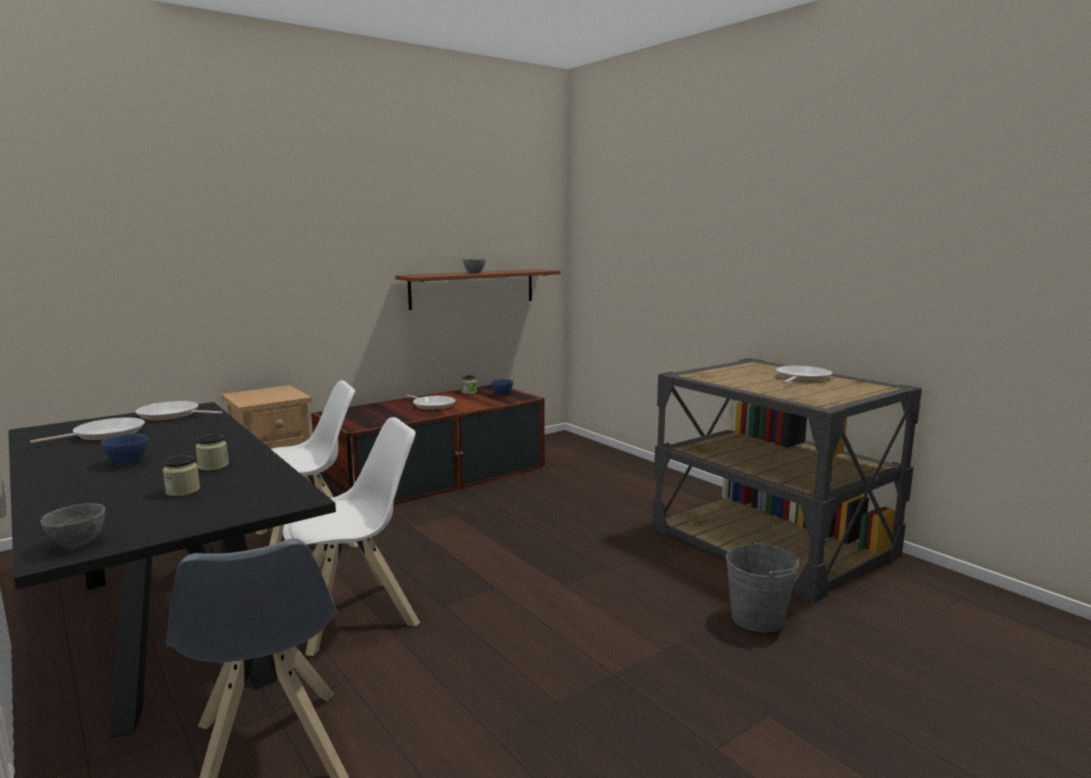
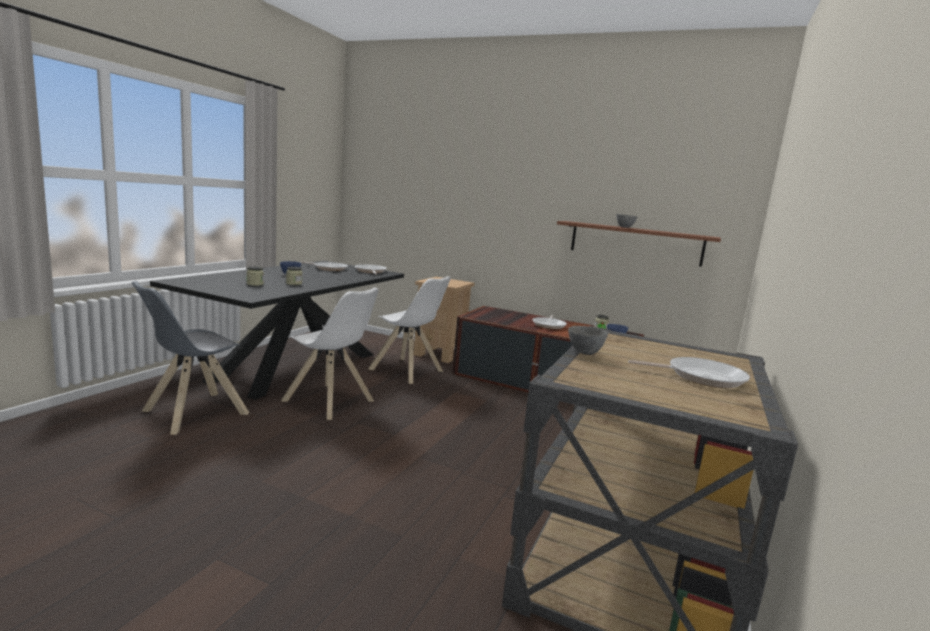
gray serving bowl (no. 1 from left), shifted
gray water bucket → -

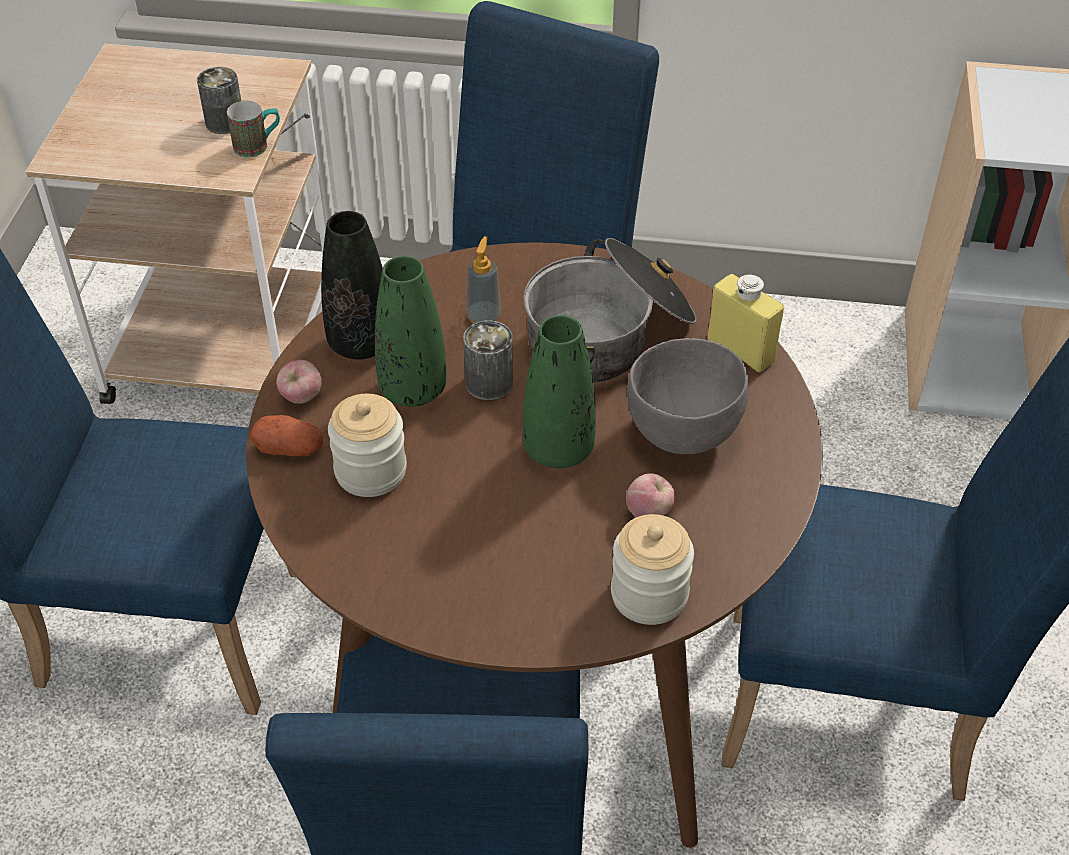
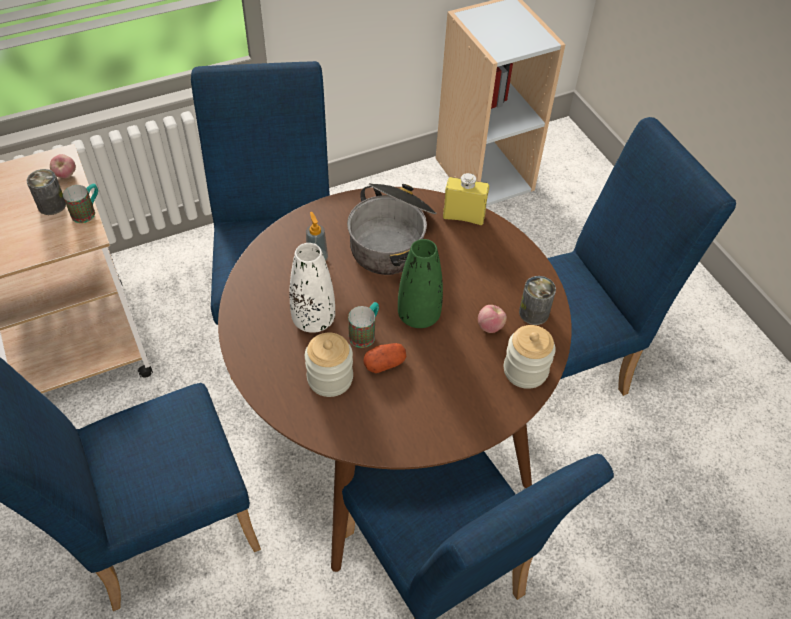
apple fruit (no. 1 from left), shifted
green-coloured decorative vase (no. 1 from left) → white-coloured decorative vase
- → tea mug (no. 2 from left)
spud, shifted
can (no. 2 from left), shifted
blackish decorative vase → -
gray serving bowl → -

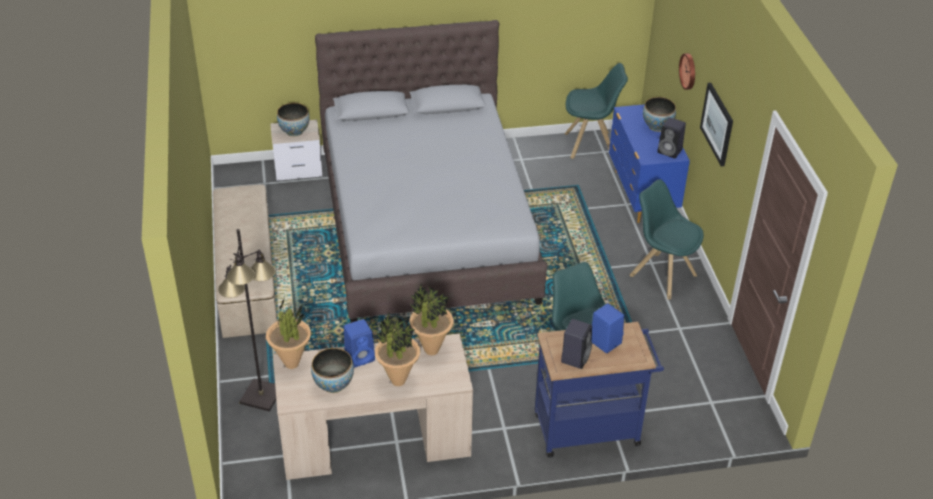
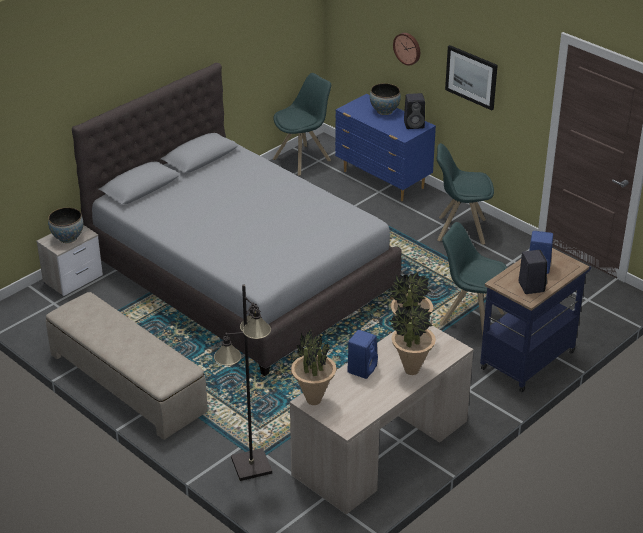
serving bowl (no. 2 from left) → -

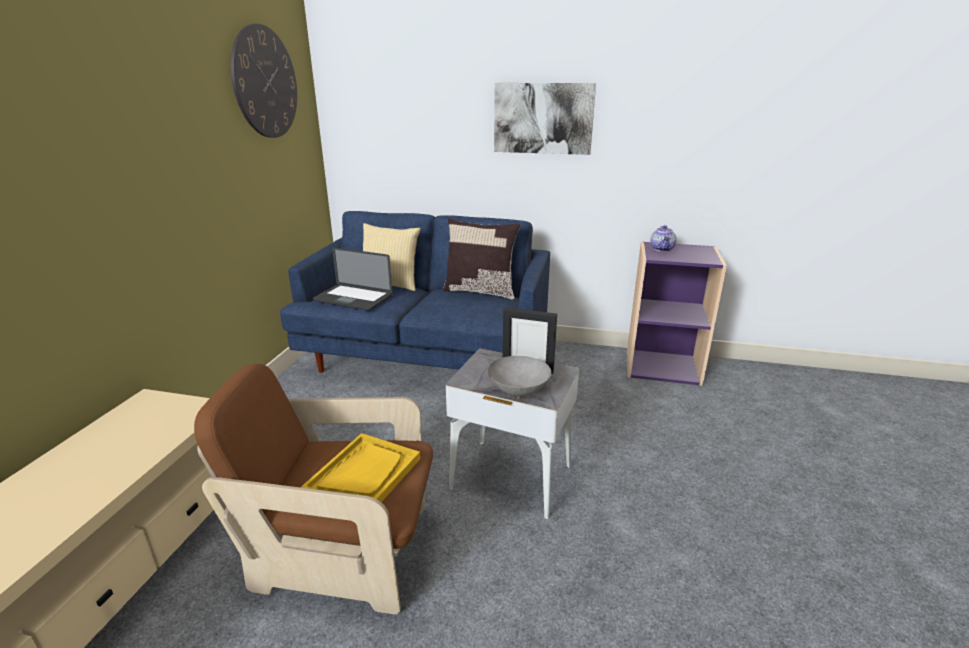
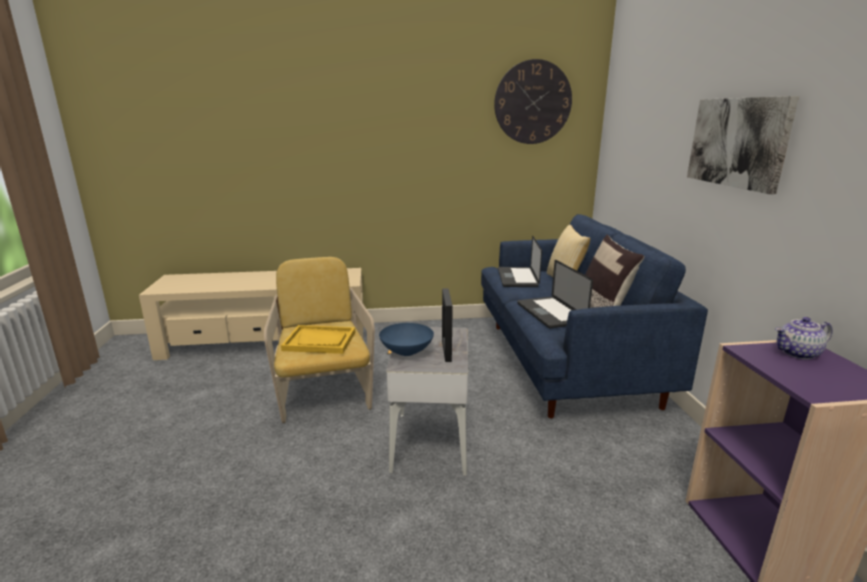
brown-coloured lounge chair → yellow lounge chair
gray serving bowl → blue-coloured serving bowl
- → laptop (no. 2 from left)

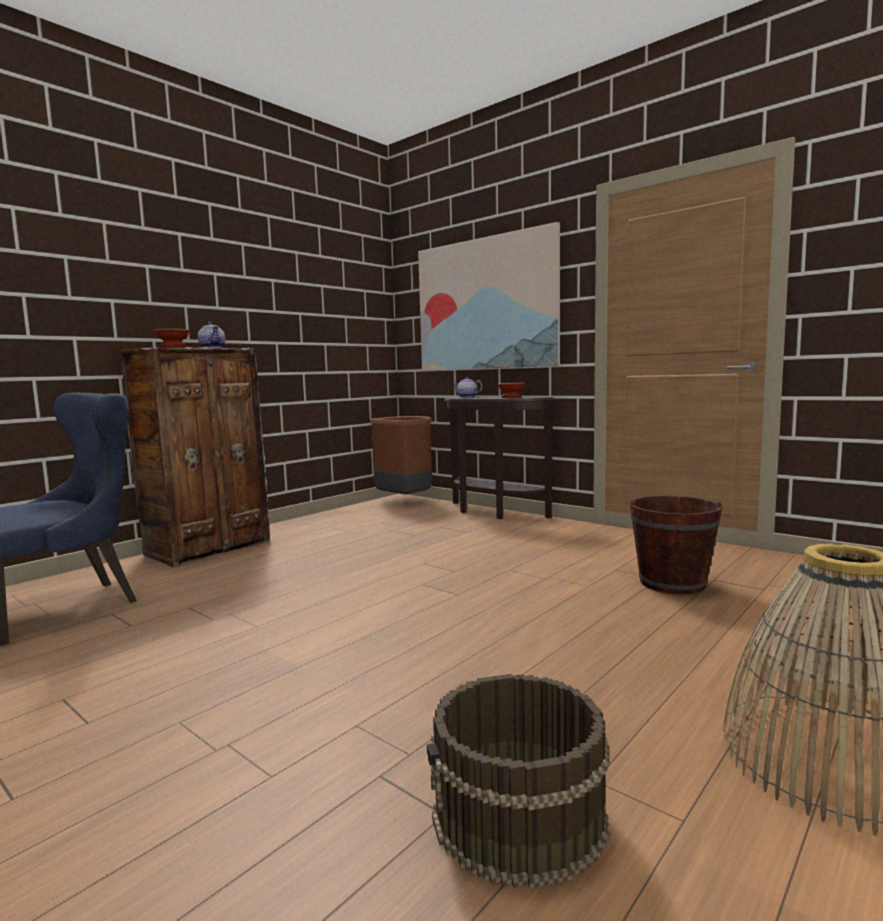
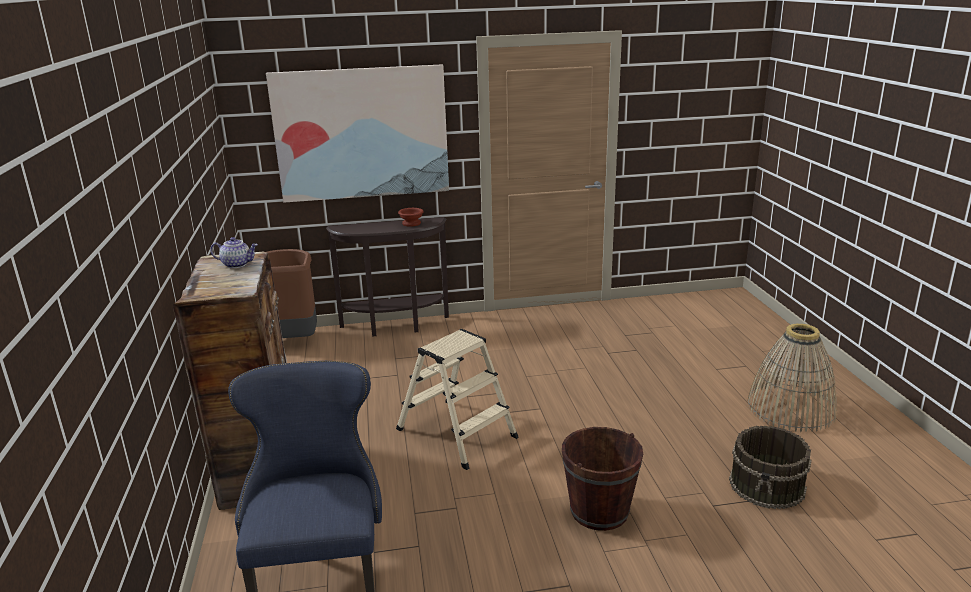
- → beige-coloured step ladder
brown-coloured water bucket (no. 2 from left in the first image) → brown-coloured water bucket (no. 1 from left), shifted
brown-coloured serving bowl (no. 1 from left) → -
teapot (no. 2 from left) → -

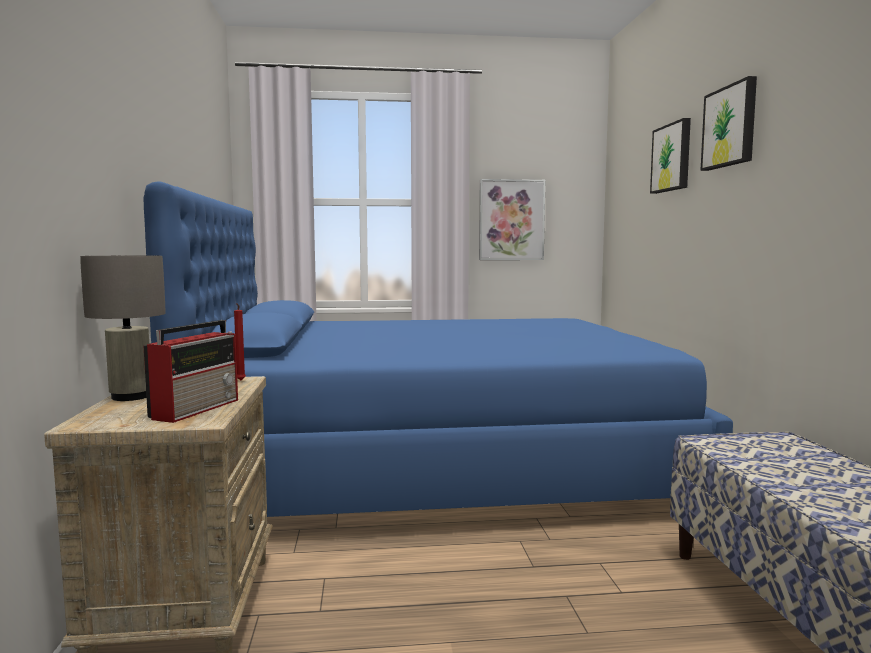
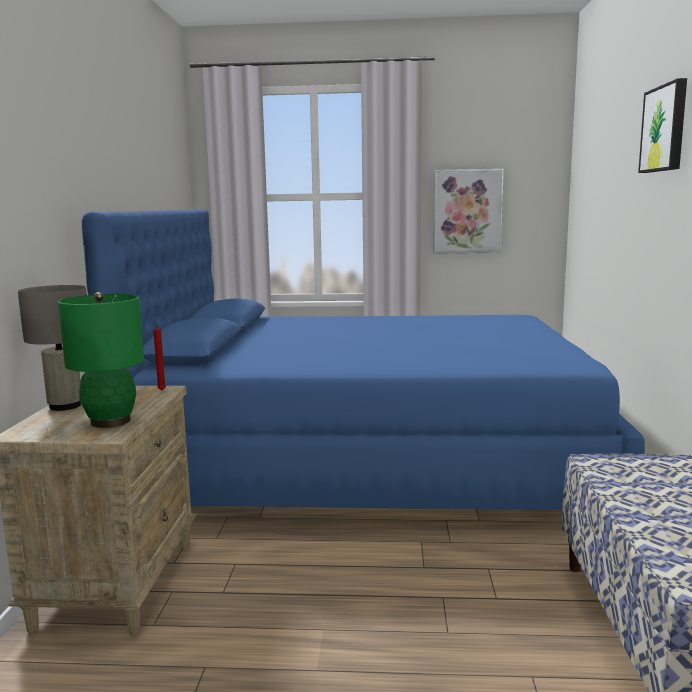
radio set → green-coloured lamp for a table
wall art (no. 2 from left) → -

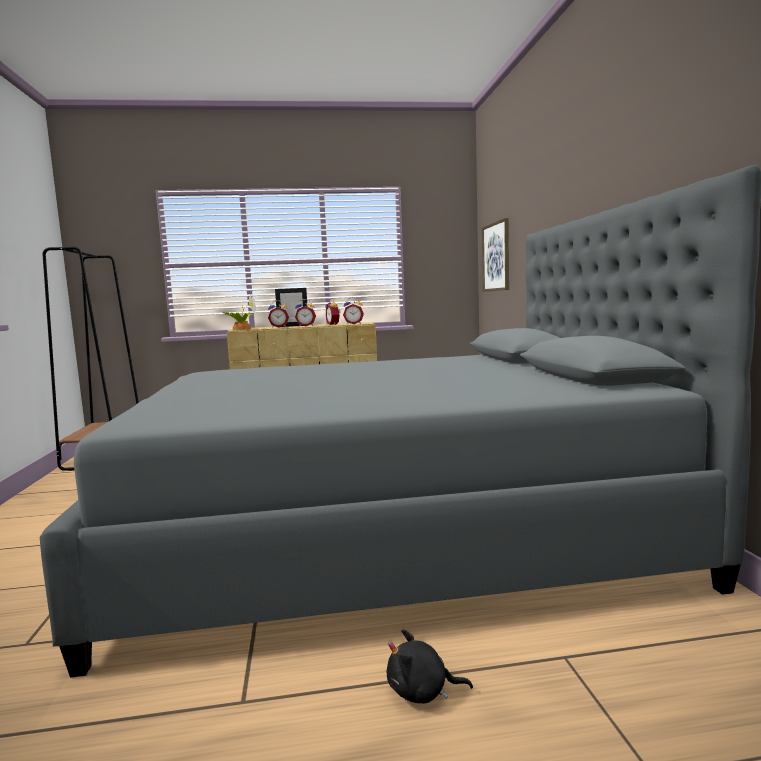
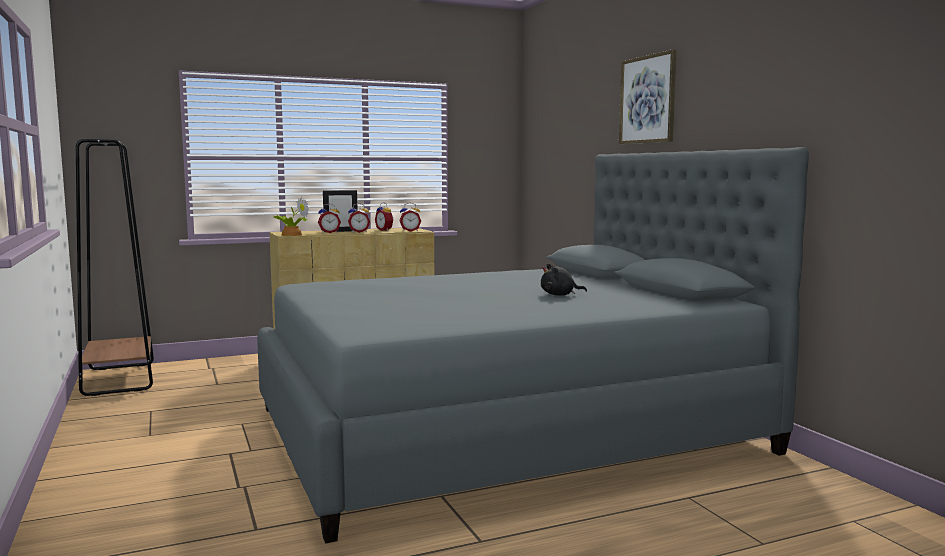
blackish soft toy, shifted
wall art, shifted

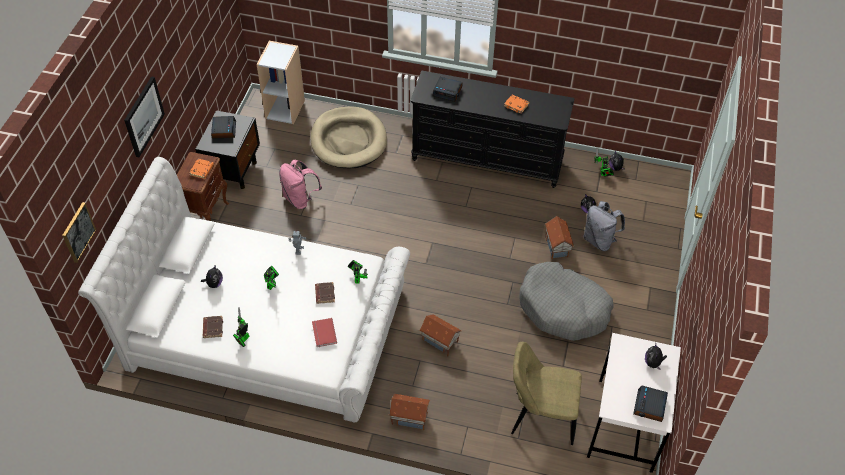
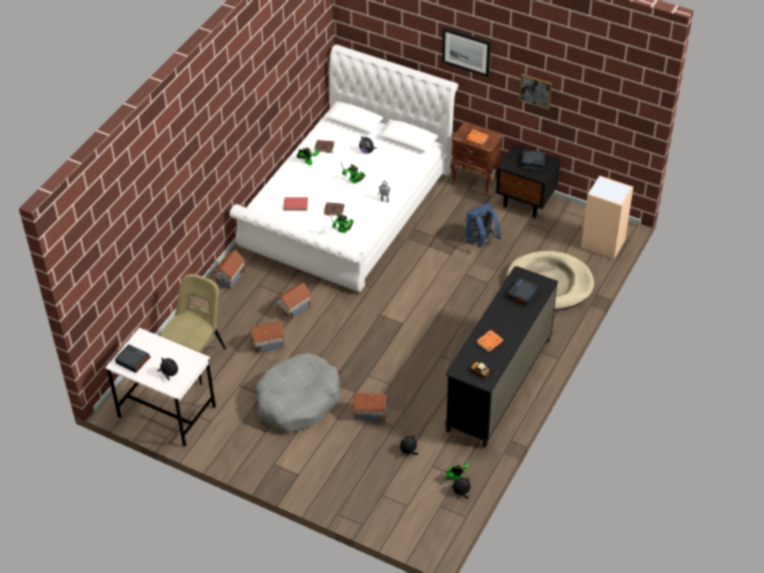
- → miniature house (no. 2 from left)
- → model car
pink rucksack → blue-coloured rucksack
wall art (no. 1 from left in the first image) → wall art (no. 2 from left), shifted
gray rucksack → -

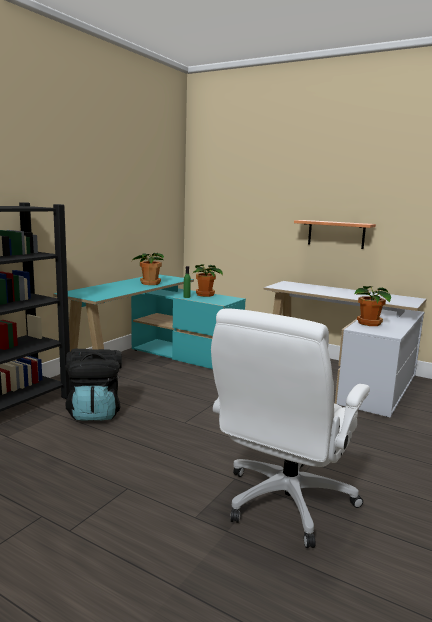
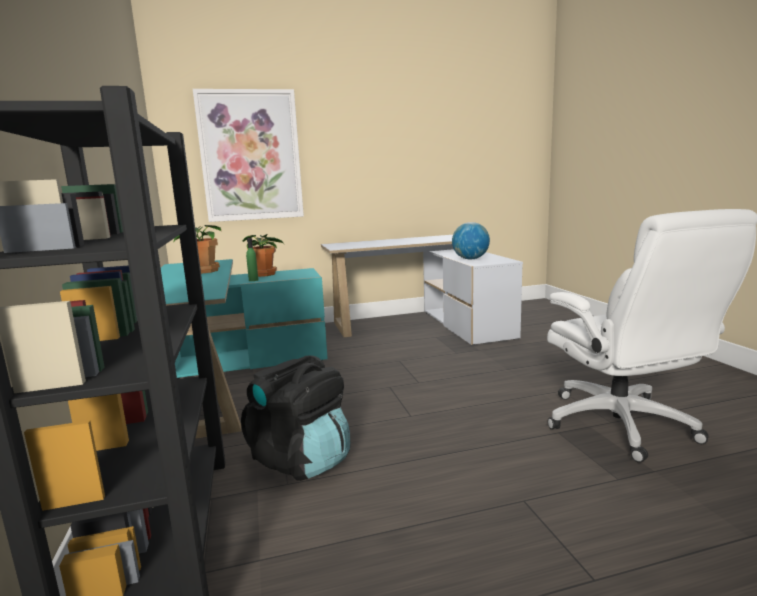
- → wall art
plant in a pot (no. 3 from left) → desk globe
shelf → -

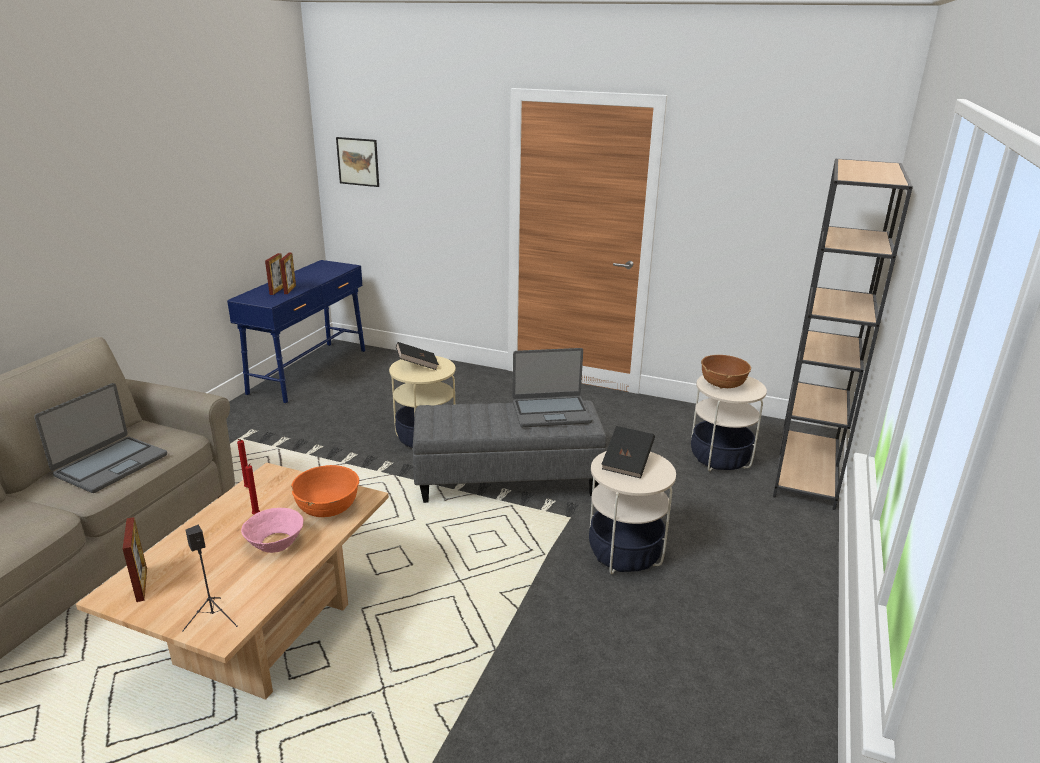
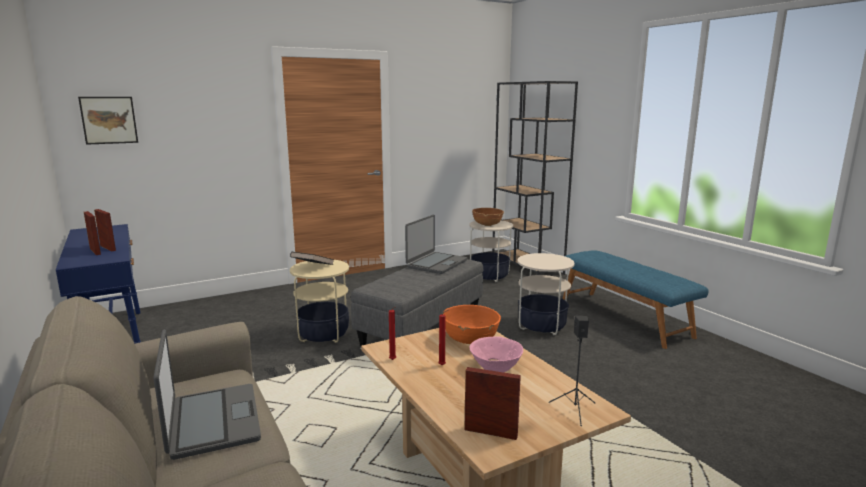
- → blue-coloured long seat
blackish volume (no. 2 from left) → -

